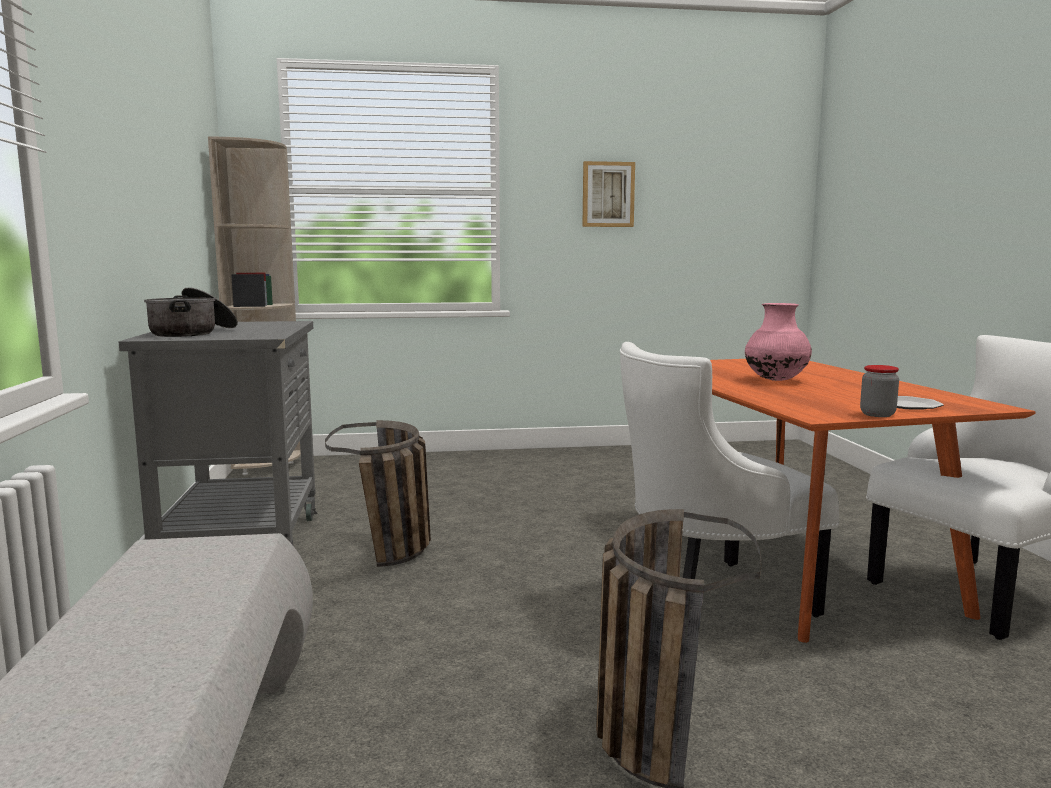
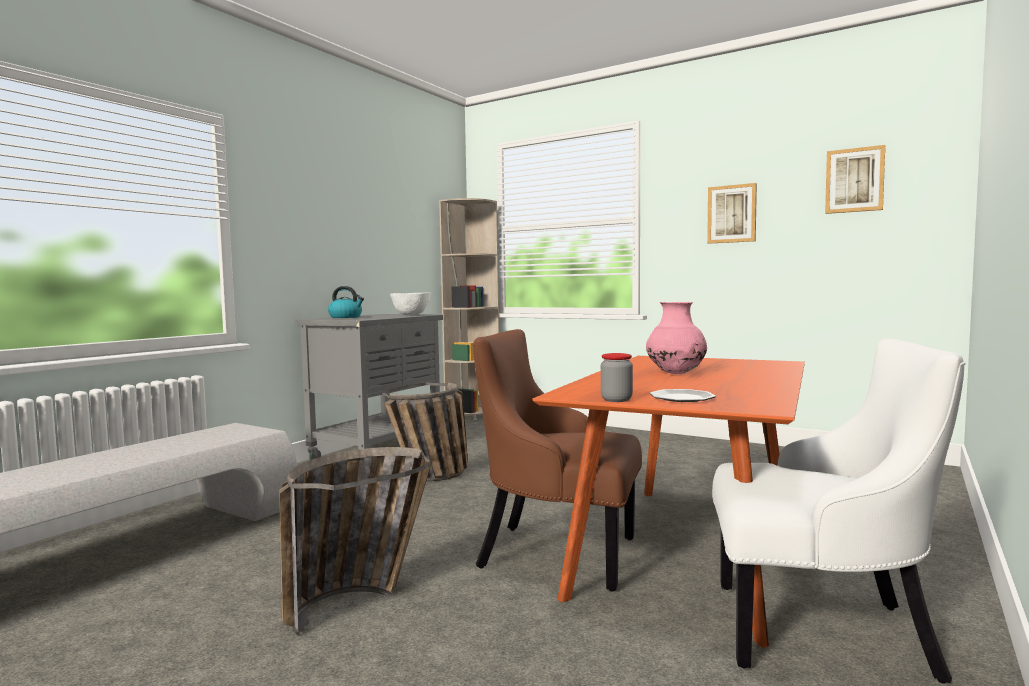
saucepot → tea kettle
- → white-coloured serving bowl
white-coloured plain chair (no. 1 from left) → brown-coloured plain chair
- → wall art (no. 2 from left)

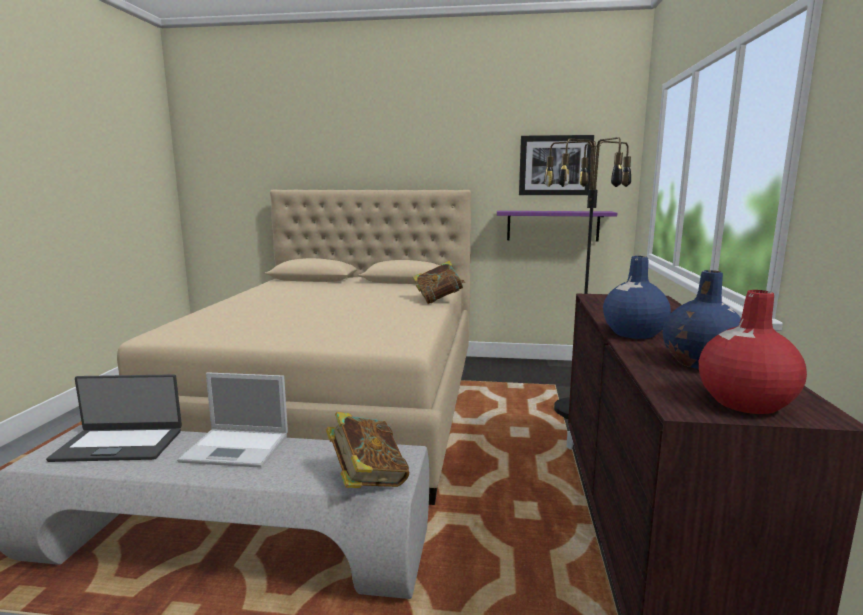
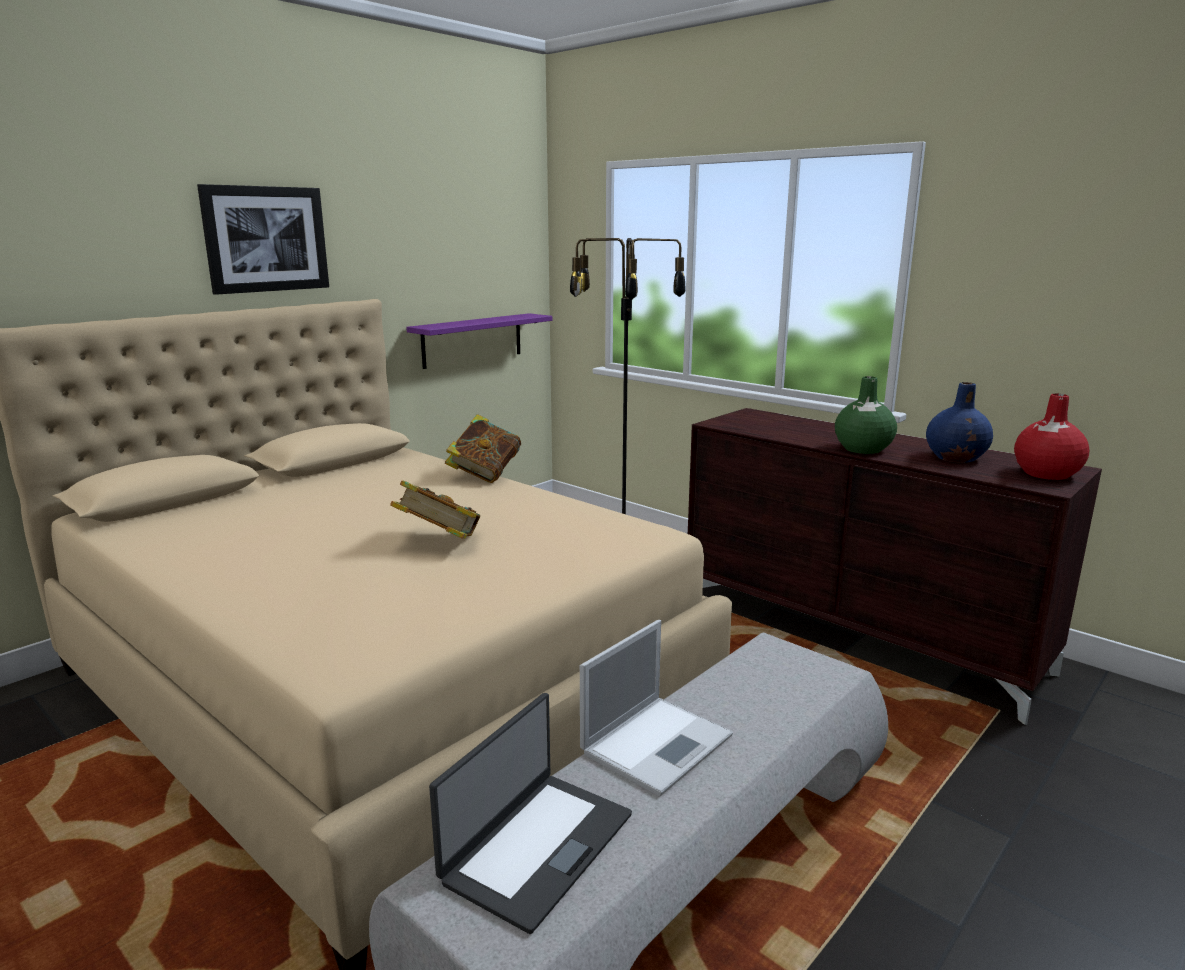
wall art, shifted
volume (no. 1 from left), shifted
blue-coloured decorative vase (no. 1 from left) → green-coloured decorative vase

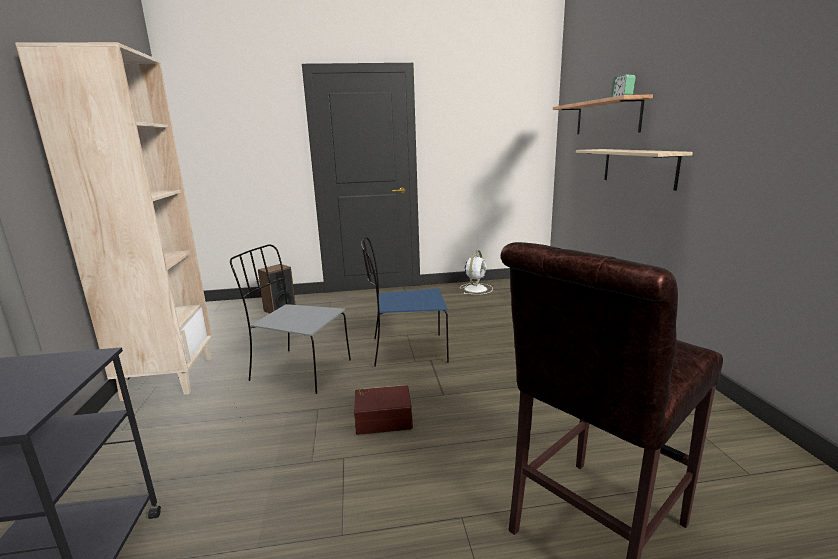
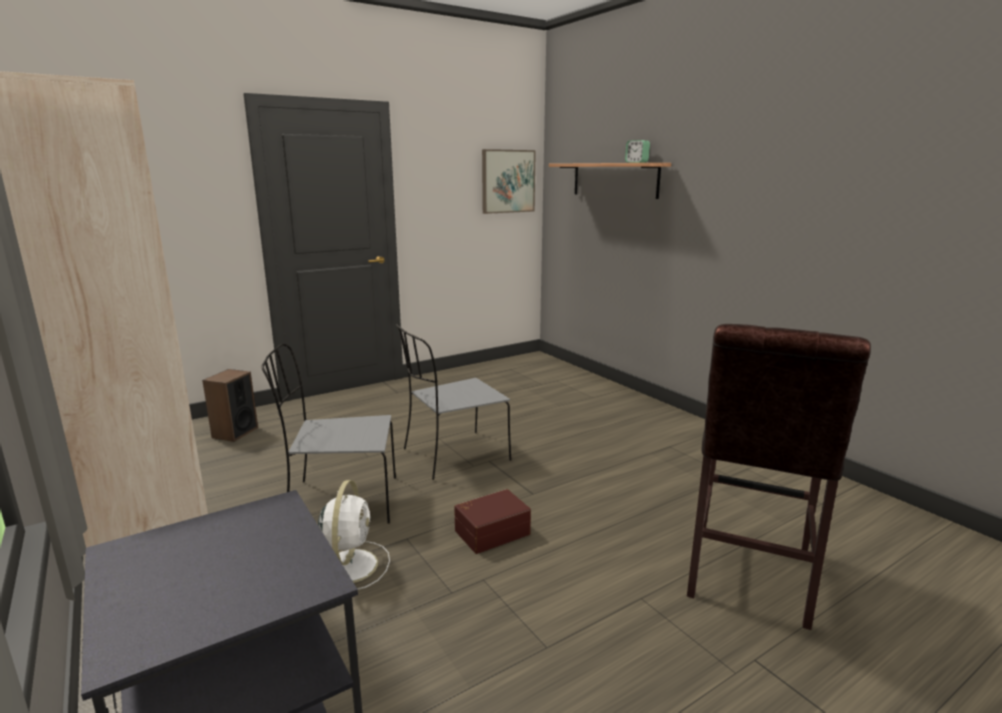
white-coloured fan, shifted
blue-coloured plain chair → gray plain chair (no. 2 from left)
- → wall art
shelf (no. 2 from left) → -

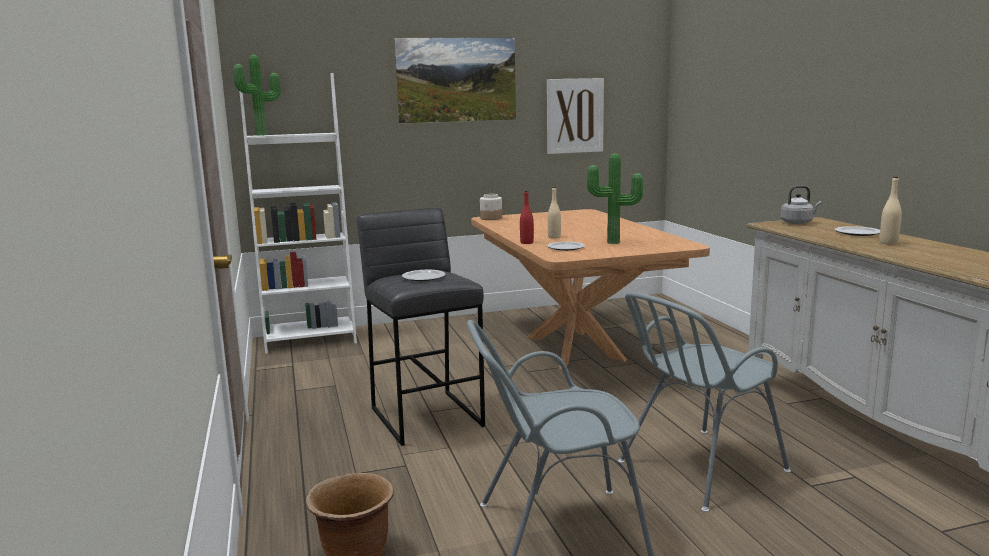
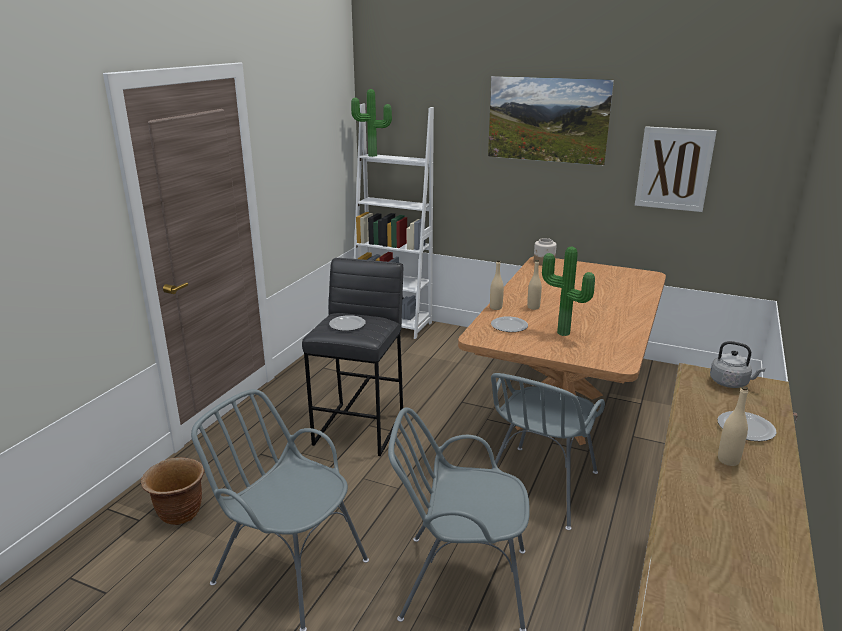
red bottle → beige-coloured bottle (no. 1 from left)
- → gray plain chair (no. 3 from left)

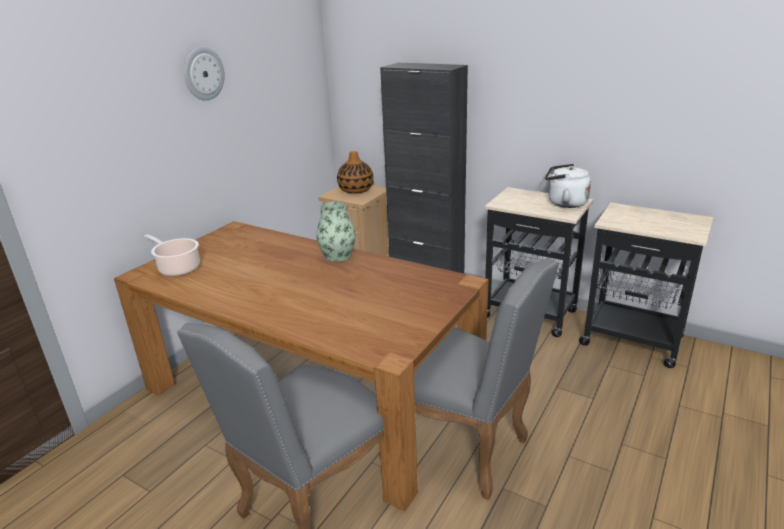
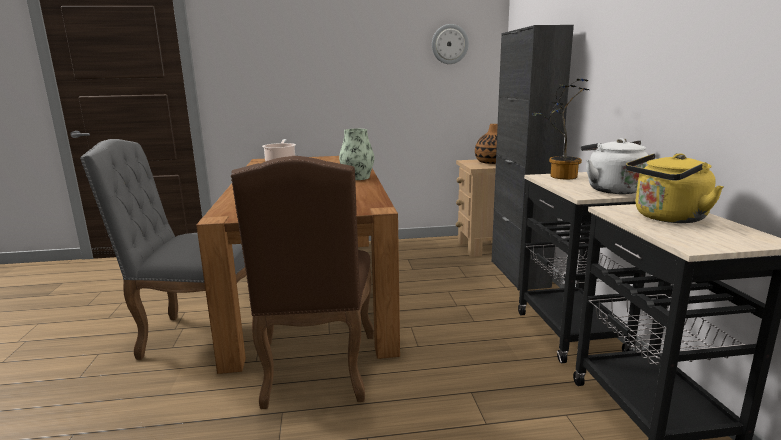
gray plain chair (no. 2 from left) → brown-coloured plain chair
hanging clock, shifted
- → plant in a pot
- → yellow tea kettle

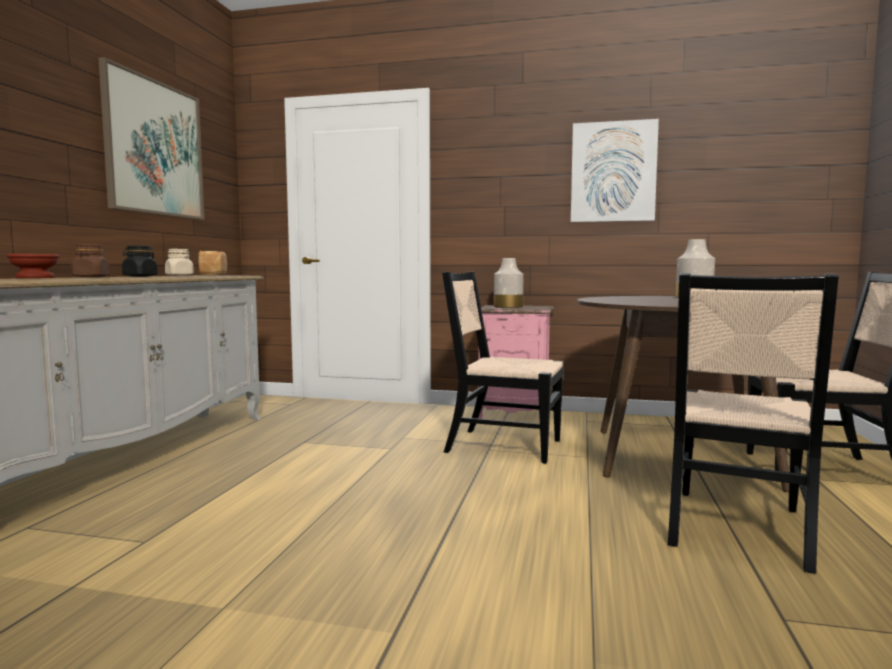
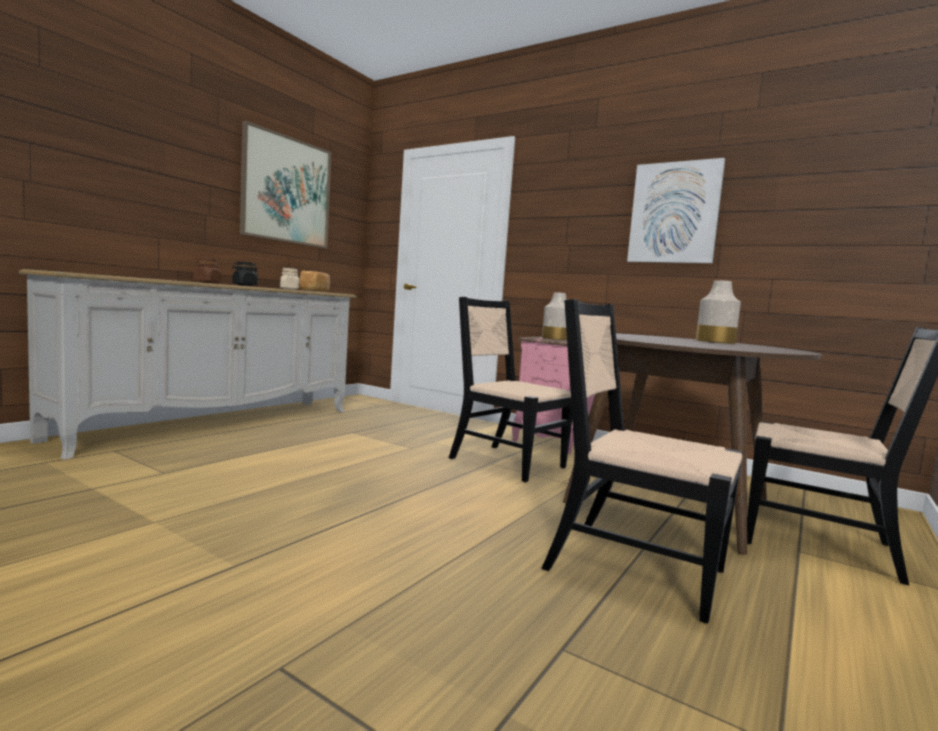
plain chair (no. 2 from left), 75 degrees clockwise
brown-coloured serving bowl → -

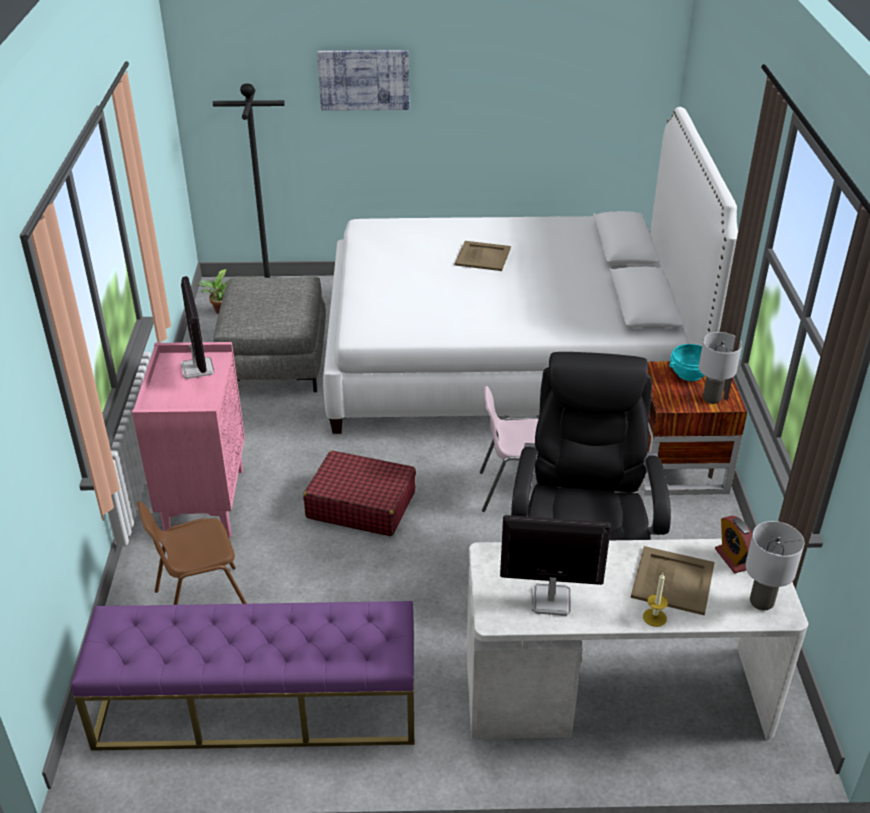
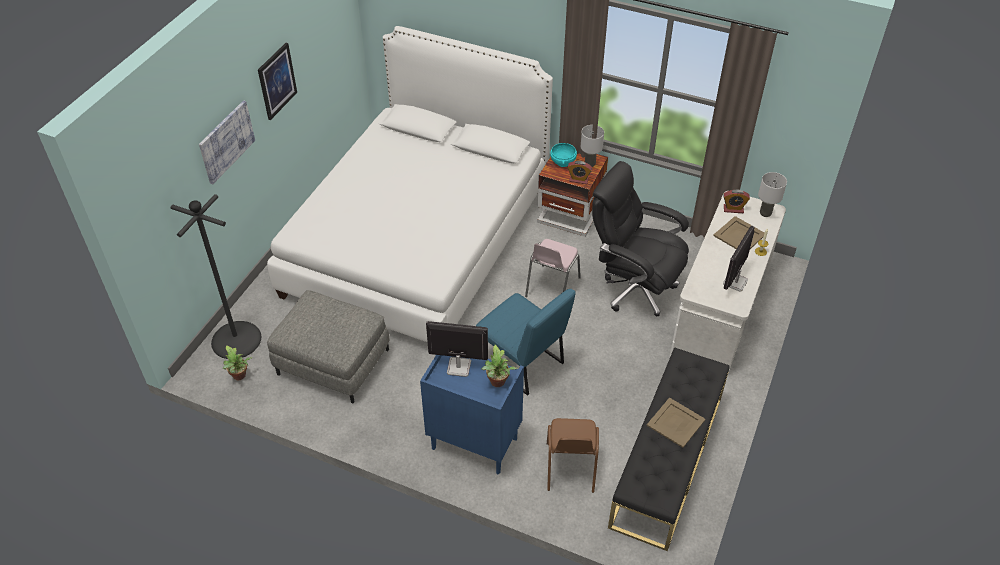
- → wall art (no. 2 from left)
pink cupboard → blue-coloured cupboard
red piece of luggage → blue-coloured plain chair
- → plant in a pot (no. 2 from left)
- → alarm clock (no. 1 from left)
purple long seat → blackish long seat
beige-coloured serving tray (no. 1 from left), shifted

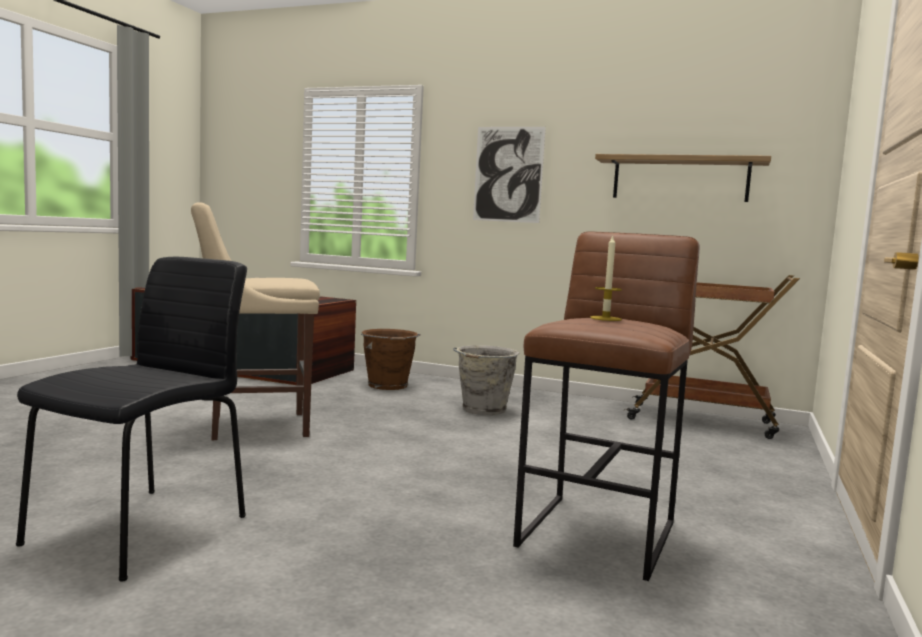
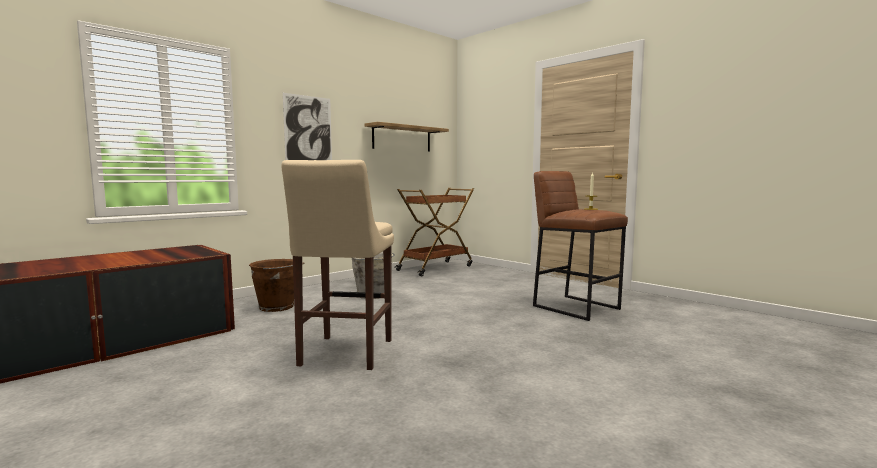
blackish plain chair → -

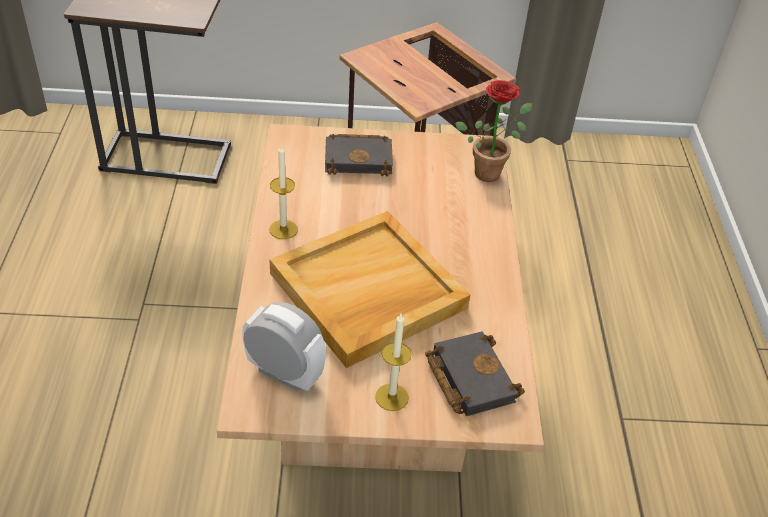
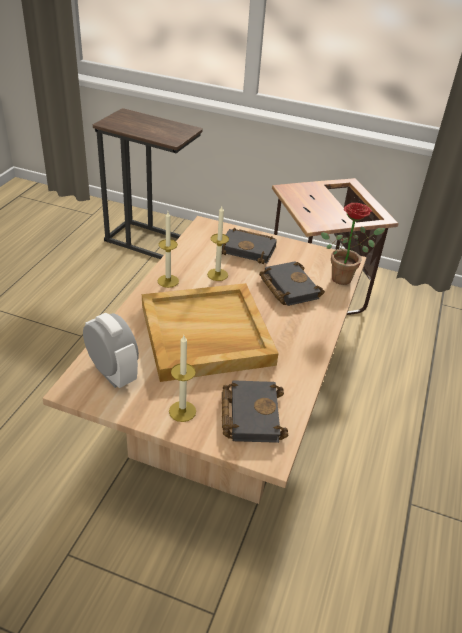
- → wax candle (no. 3 from left)
- → blackish volume (no. 3 from left)

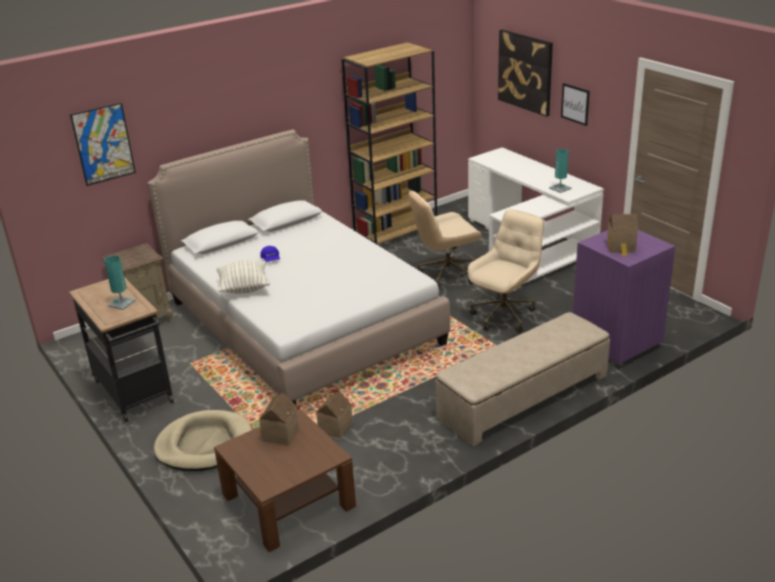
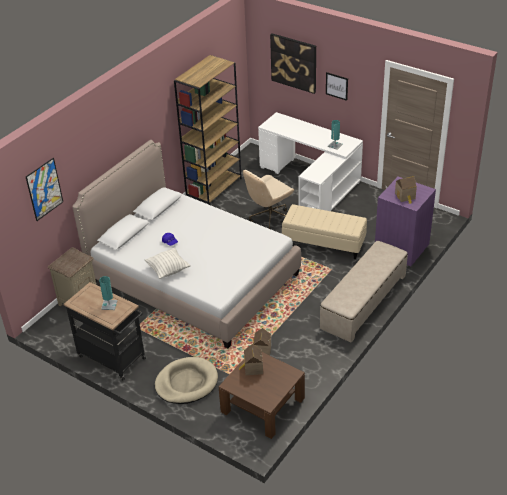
beige-coloured office chair (no. 2 from left) → beige-coloured footrest

